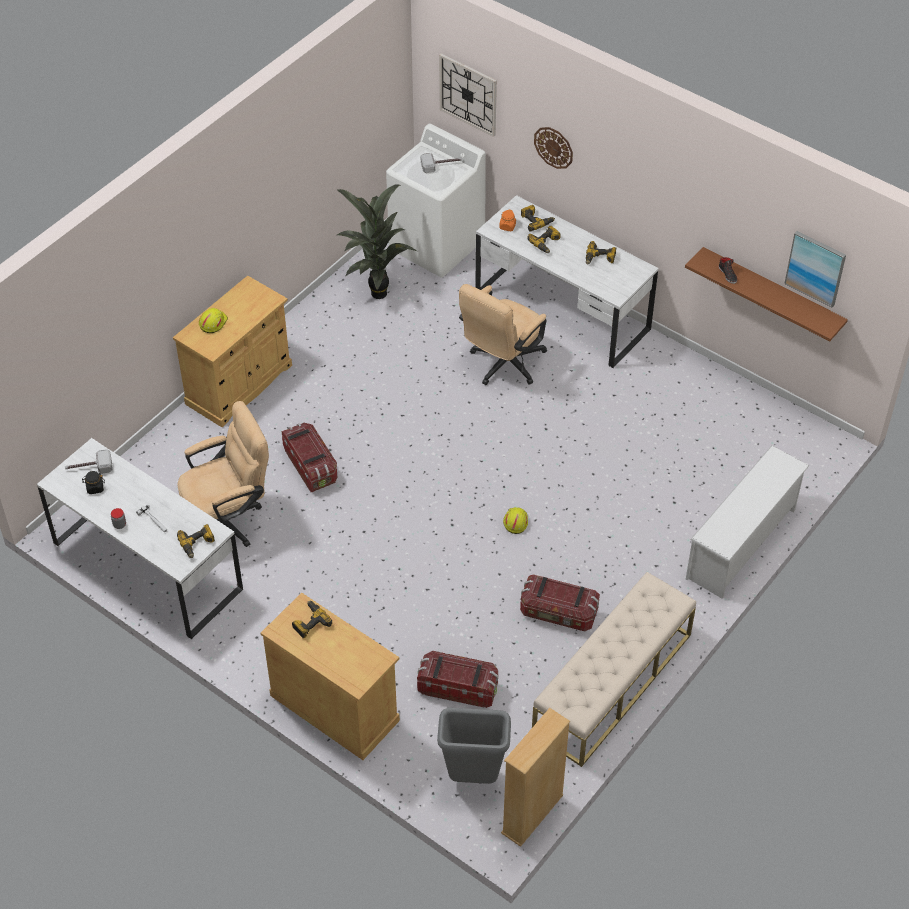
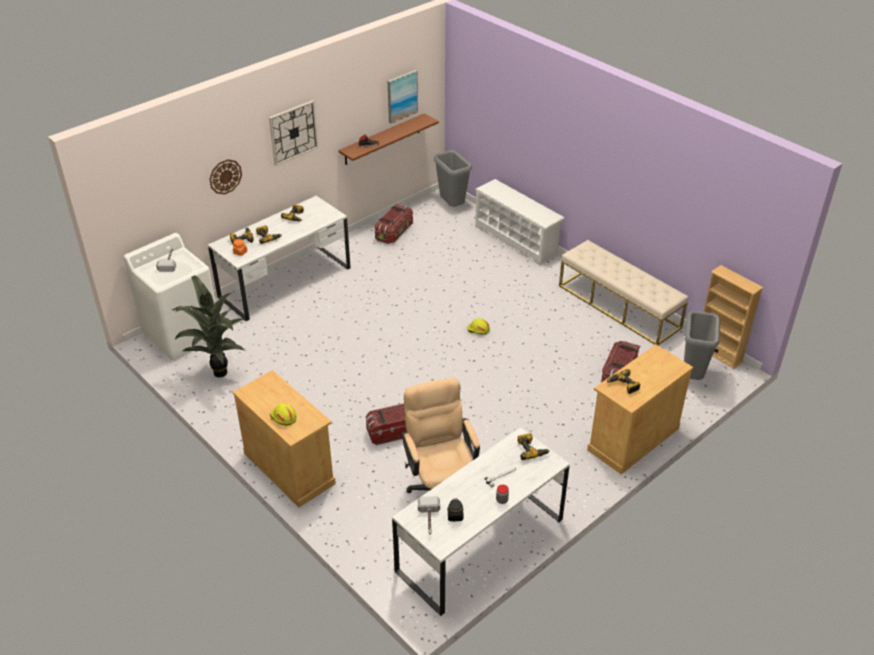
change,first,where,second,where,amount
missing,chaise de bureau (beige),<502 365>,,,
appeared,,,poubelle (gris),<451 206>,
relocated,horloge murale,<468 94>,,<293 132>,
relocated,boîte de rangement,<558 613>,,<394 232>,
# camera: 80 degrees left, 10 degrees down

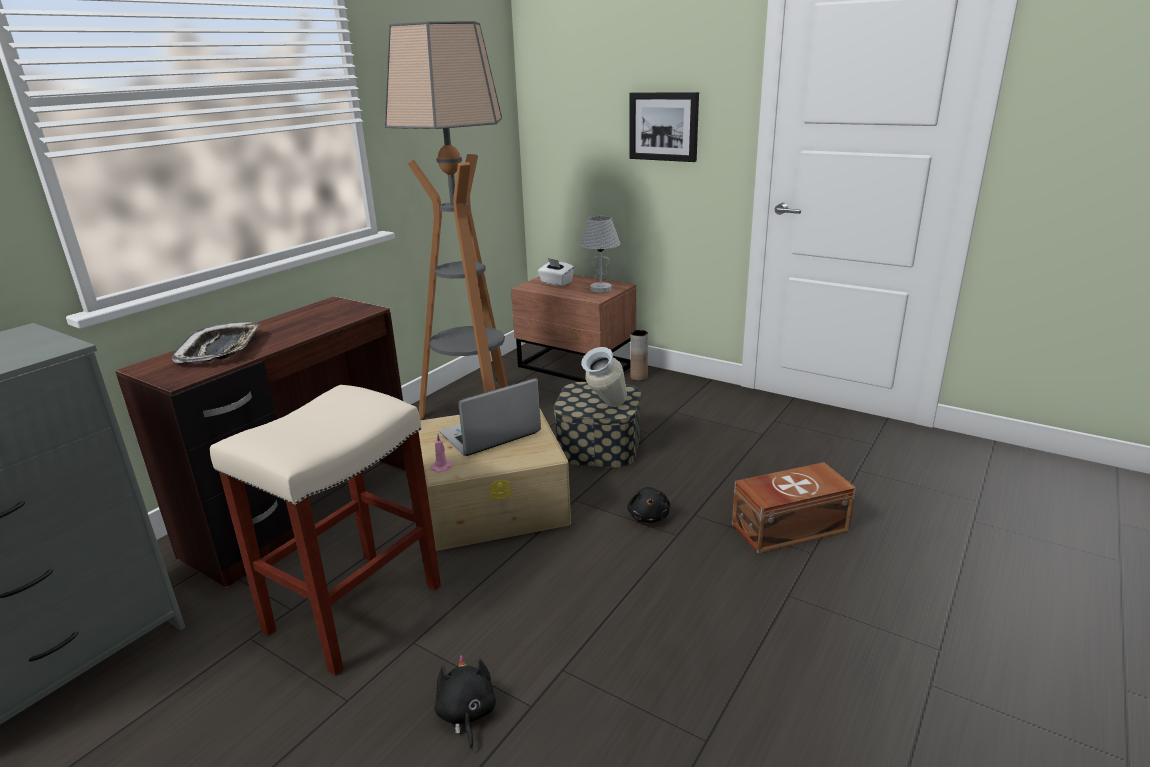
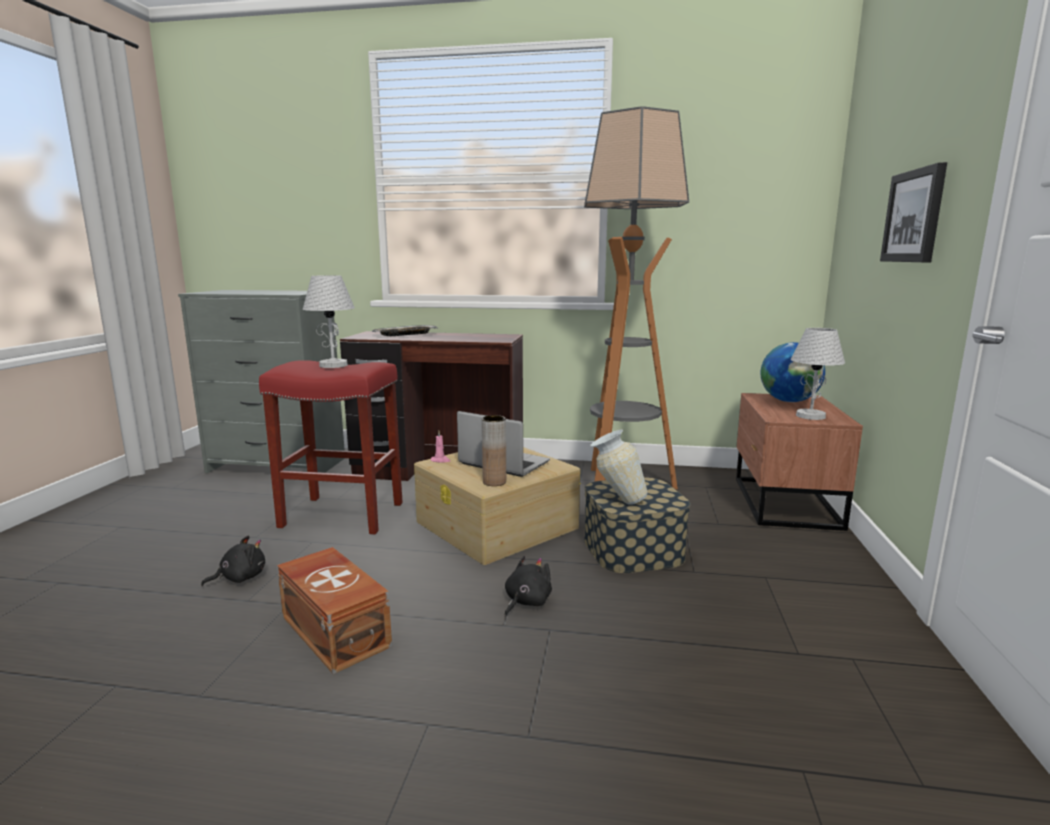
change,first,where,second,where,amount
appeared,,,lampe de table (blanc),<334 365>,
relocated,vase (marron),<639 377>,,<494 482>,
relocated,boîte de rangement (marron),<787 527>,,<336 629>,
exchanged,boîte à mouchoirs (blanc),<556 283>,globe,<789 401>,
colour,tabouret (beige),<353 610>,tabouret (rouge),<340 515>,
spun,peluche (noir),<648 516>,,<526 602>,150 degrees clockwise
# camera: 65 degrees right, 10 degrees down

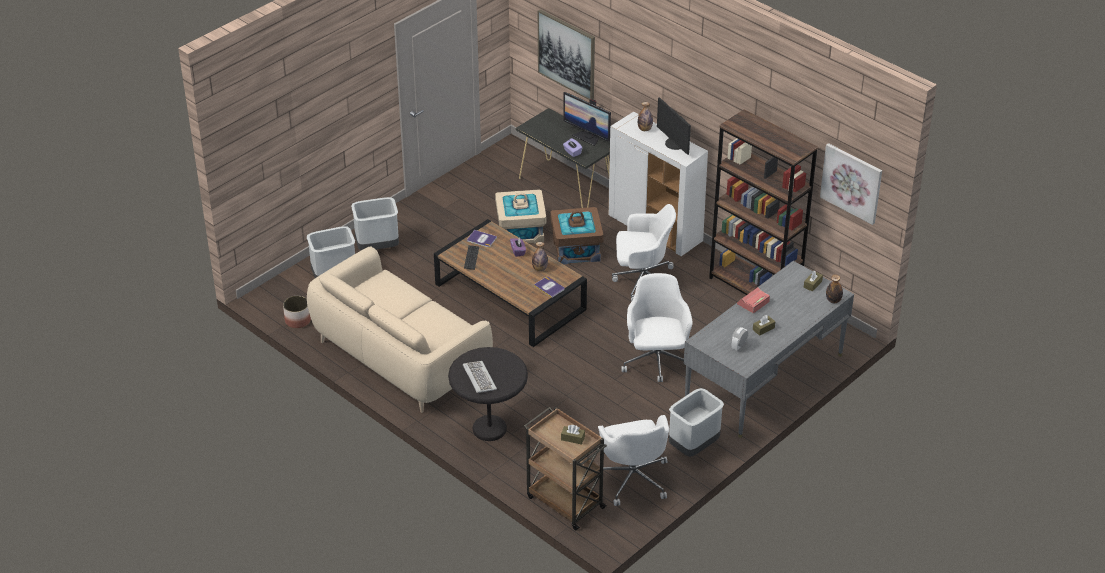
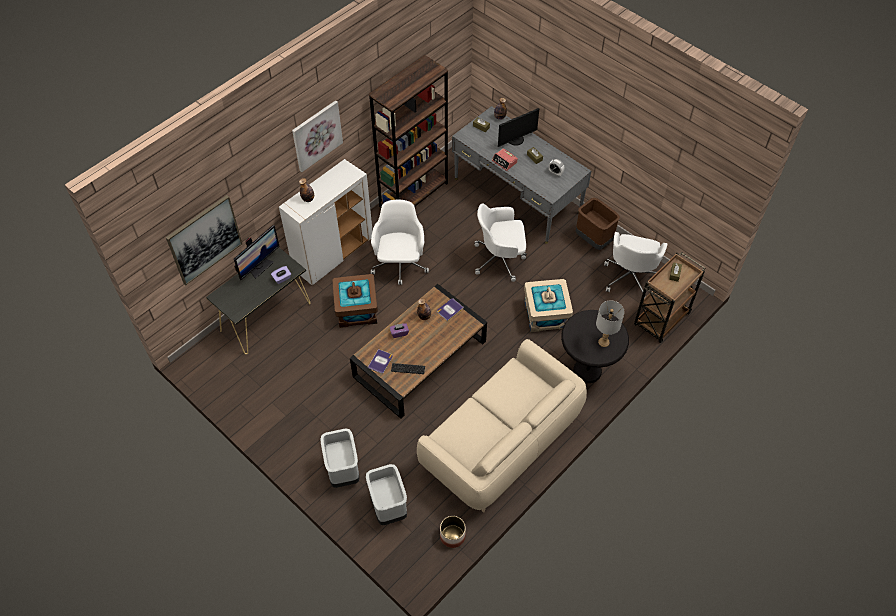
change,first,where,second,where,amount
relocated,boîte de rangement (beige),<520 231>,,<546 315>,
relocated,écran d'ordinateur,<674 144>,,<516 140>,
relocated,tableau,<852 182>,,<316 135>,
exchanged,clavier,<479 378>,lampe de table (gris),<603 342>,
colour,poubelle (gris),<694 447>,poubelle (marron),<594 240>,
spun,chaise de bureau (blanc),<633 478>,,<630 277>,120 degrees clockwise
# camera: 90 degrees left, 15 degrees up

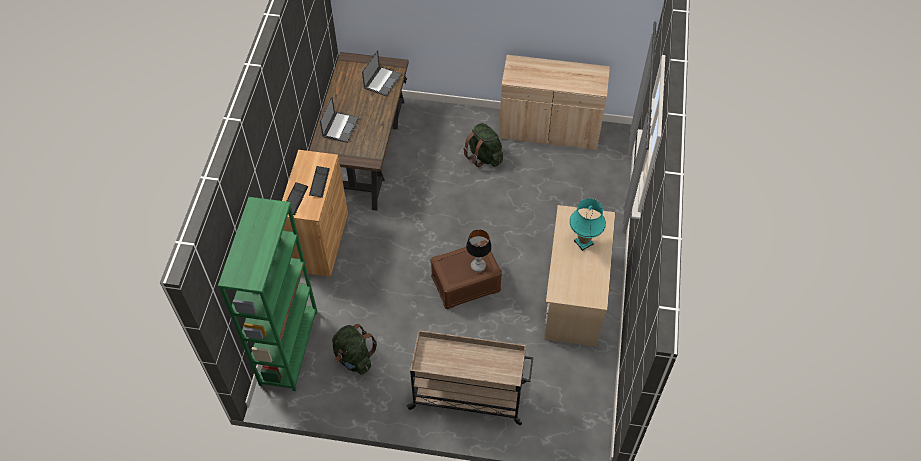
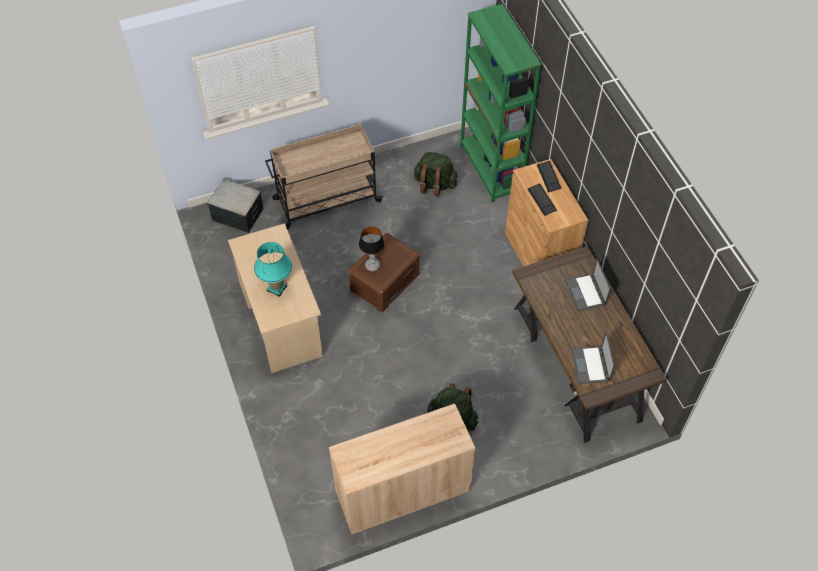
change,first,where,second,where,amount
appeared,,,boîte de rangement,<238 214>,
# camera: 150 degrees right, 0 degrees up

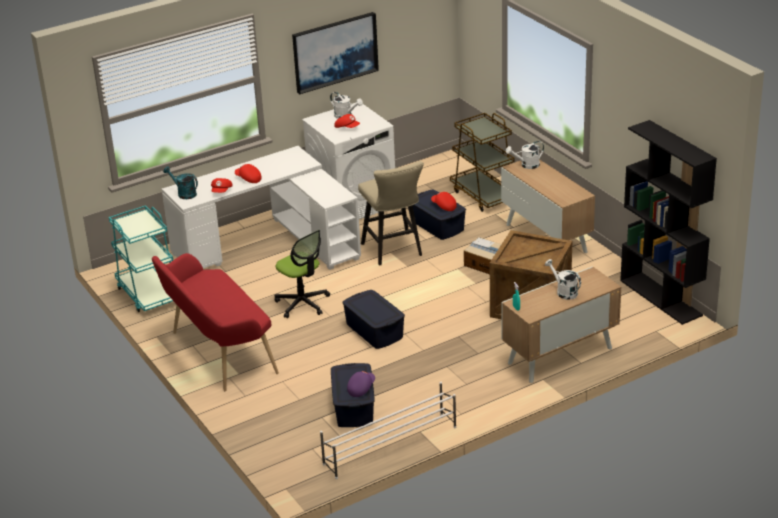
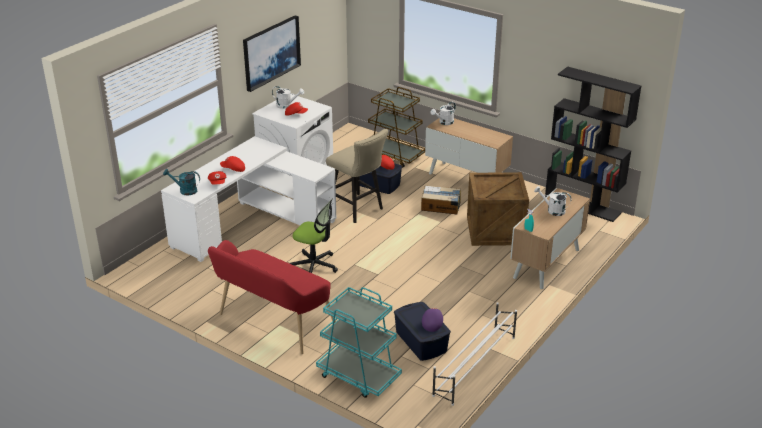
change,first,where,second,where,amount
missing,boîte de rangement (bleu),<374 331>,,,
relocated,chariot (turquoise),<148 294>,,<358 376>,
# camera: 25 degrees left, 0 degrees up

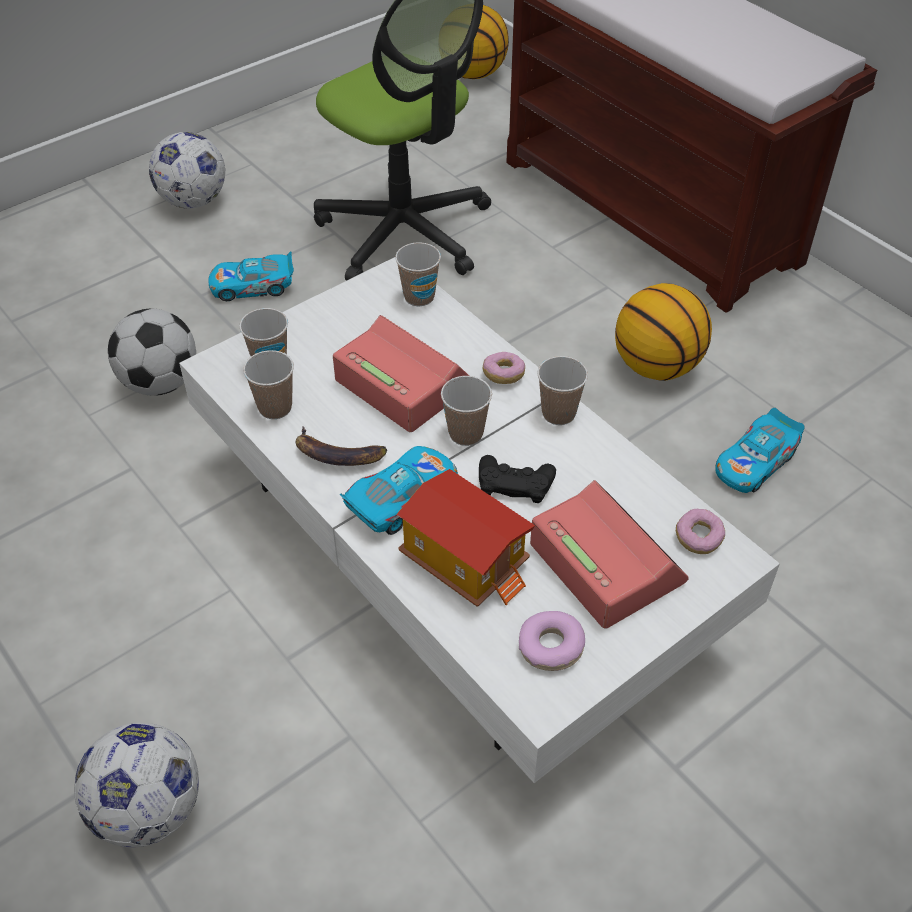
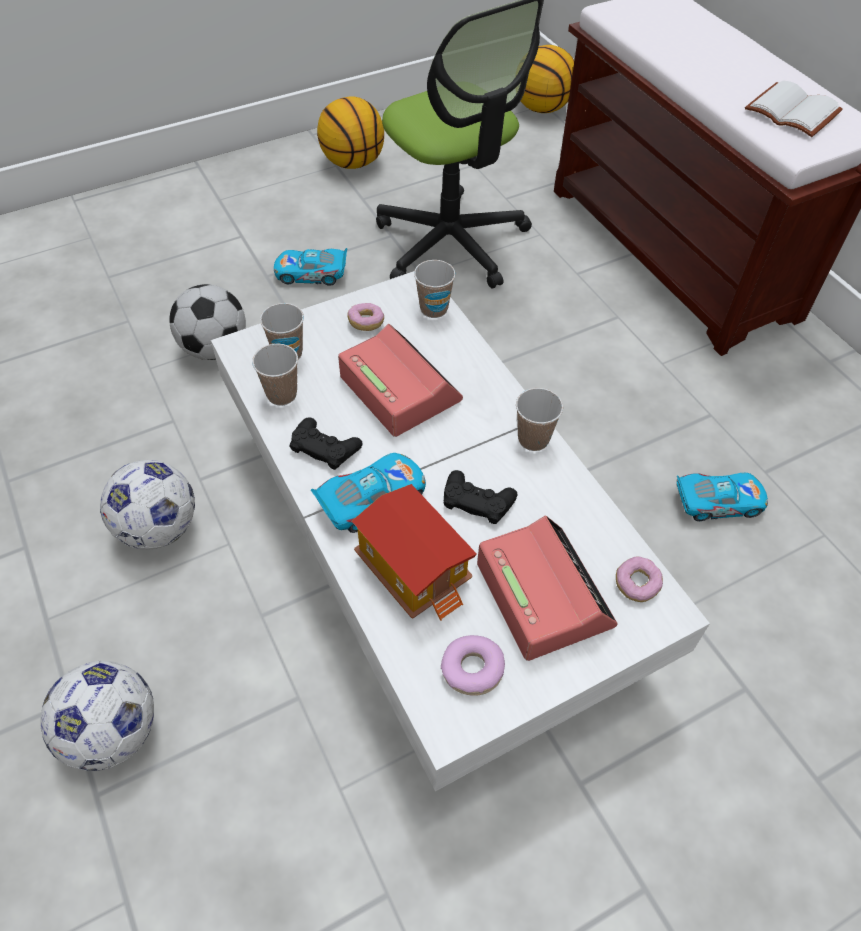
change,first,where,second,where,amount
missing,tasse,<466 433>,,,
appeared,,,livre (blanc),<790 112>,
relocated,ballon de foot,<193 201>,,<158 528>,
relocated,beignet,<503 375>,,<366 323>,
relocated,ballon de basket,<656 366>,,<353 162>,
exchanged,banane,<337 454>,manette (noir),<324 447>,
spun,petite voiture,<755 462>,,<717 502>,150 degrees counterclockwise
# camera: 10 degrees right, 5 degrees up

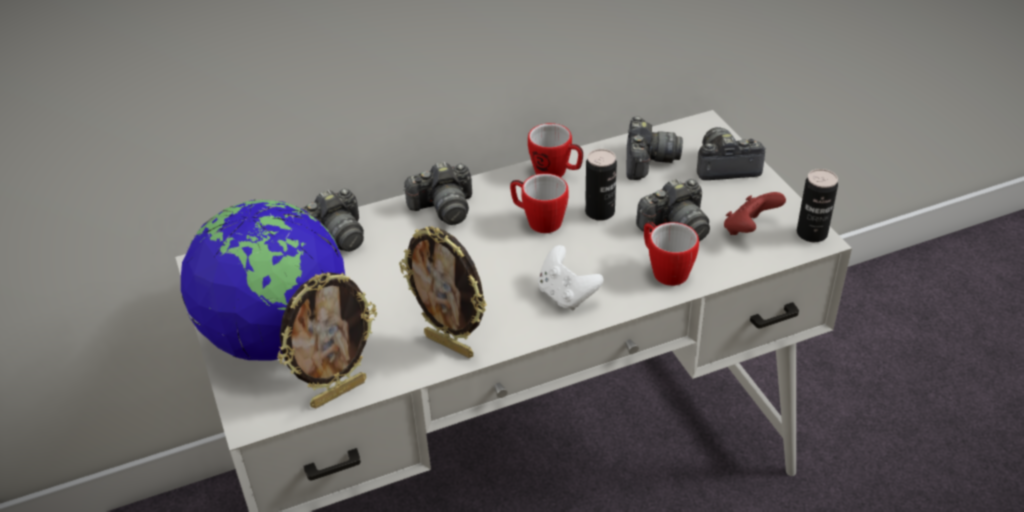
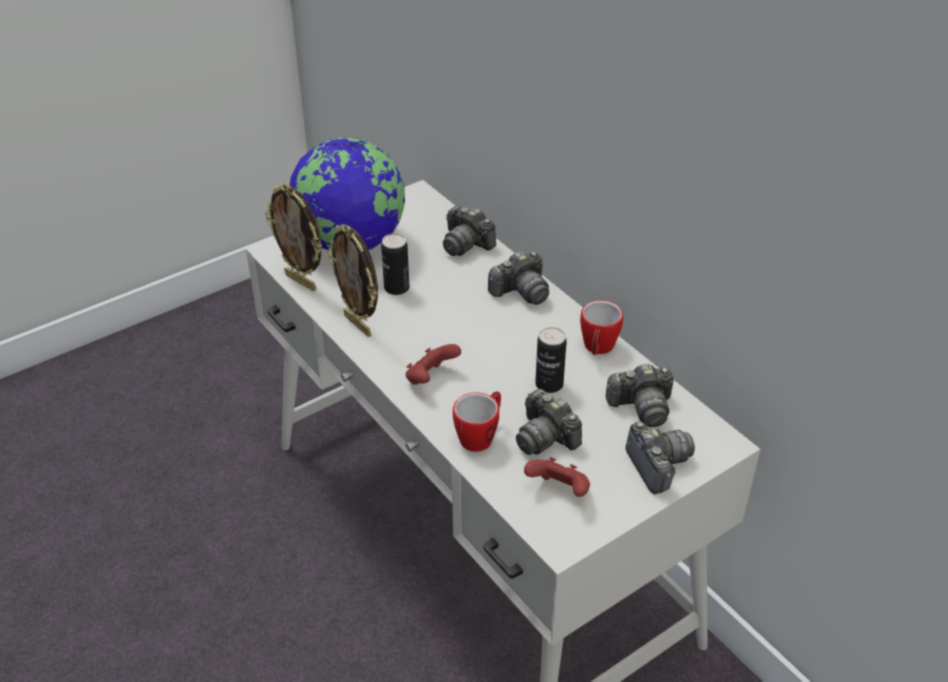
change,first,where,second,where,amount
missing,mug,<538 221>,,,
relocated,boîte métallique,<811 233>,,<396 288>,
colour,manette (blanc),<566 295>,manette (rouge),<430 378>,
spun,cadre photo,<450 345>,,<359 325>,60 degrees counterclockwise
spun,appareil photo,<443 208>,,<521 292>,90 degrees counterclockwise
# camera: 75 degrees right, 0 degrees up

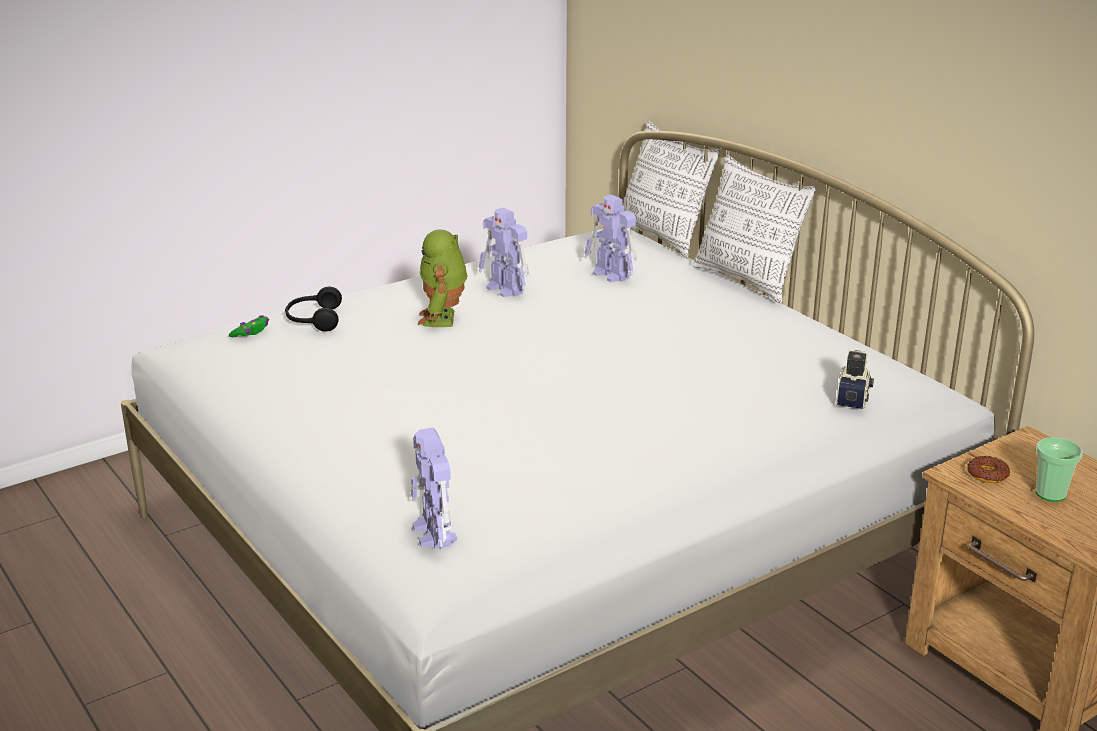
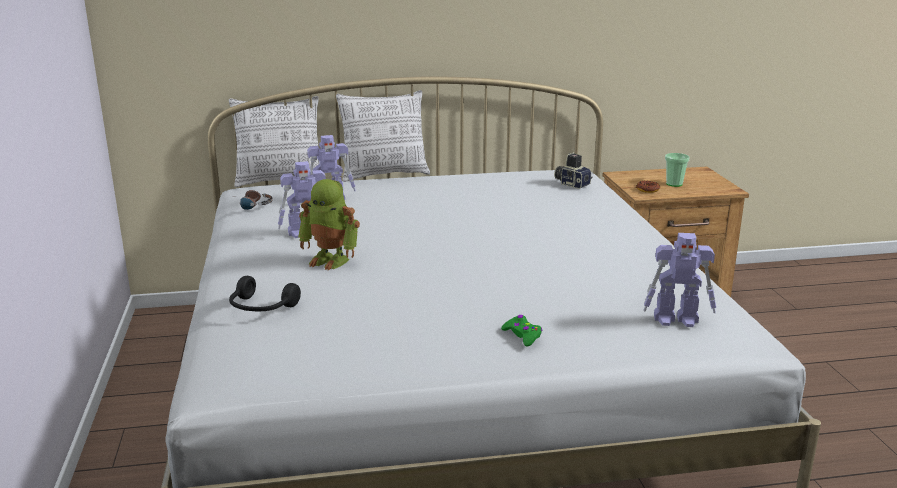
change,first,where,second,where,amount
appeared,,,casque audio,<250 205>,
relocated,manette (vert),<251 332>,,<522 335>,
# camera: 65 degrees left, 5 degrees down

